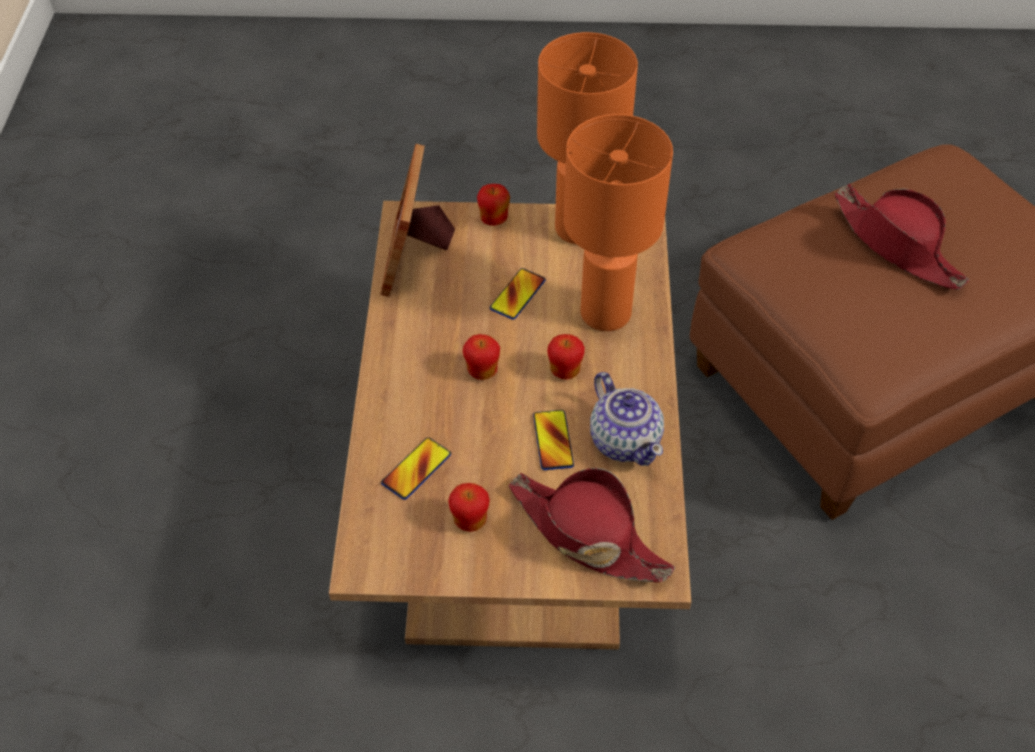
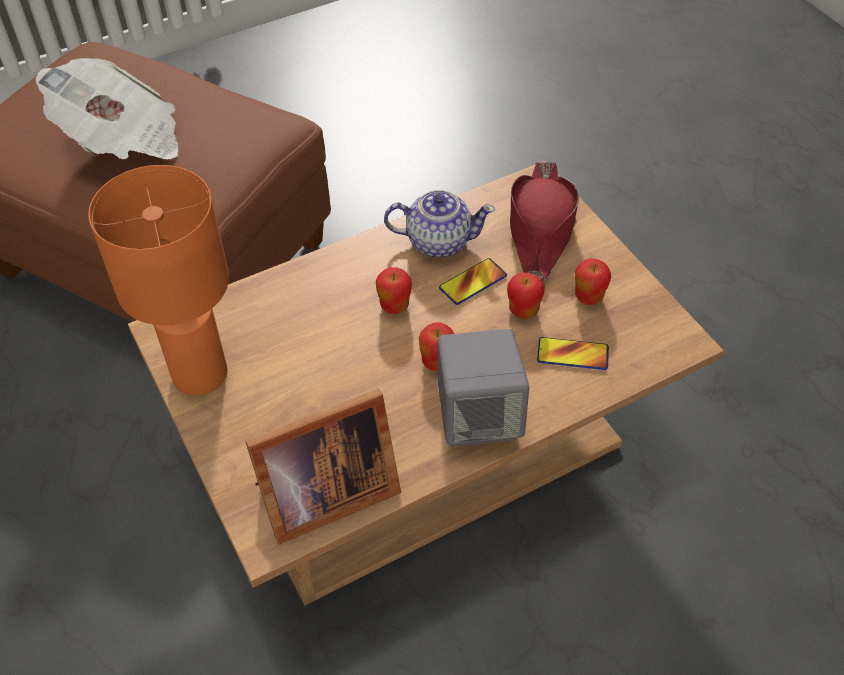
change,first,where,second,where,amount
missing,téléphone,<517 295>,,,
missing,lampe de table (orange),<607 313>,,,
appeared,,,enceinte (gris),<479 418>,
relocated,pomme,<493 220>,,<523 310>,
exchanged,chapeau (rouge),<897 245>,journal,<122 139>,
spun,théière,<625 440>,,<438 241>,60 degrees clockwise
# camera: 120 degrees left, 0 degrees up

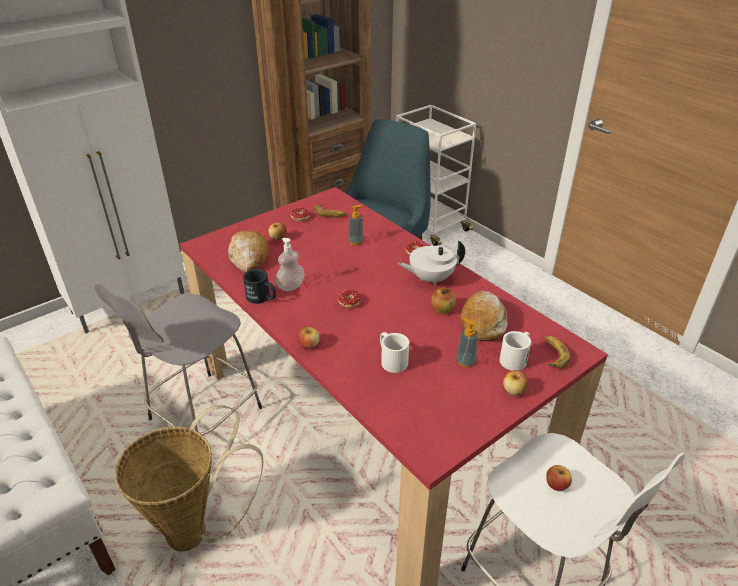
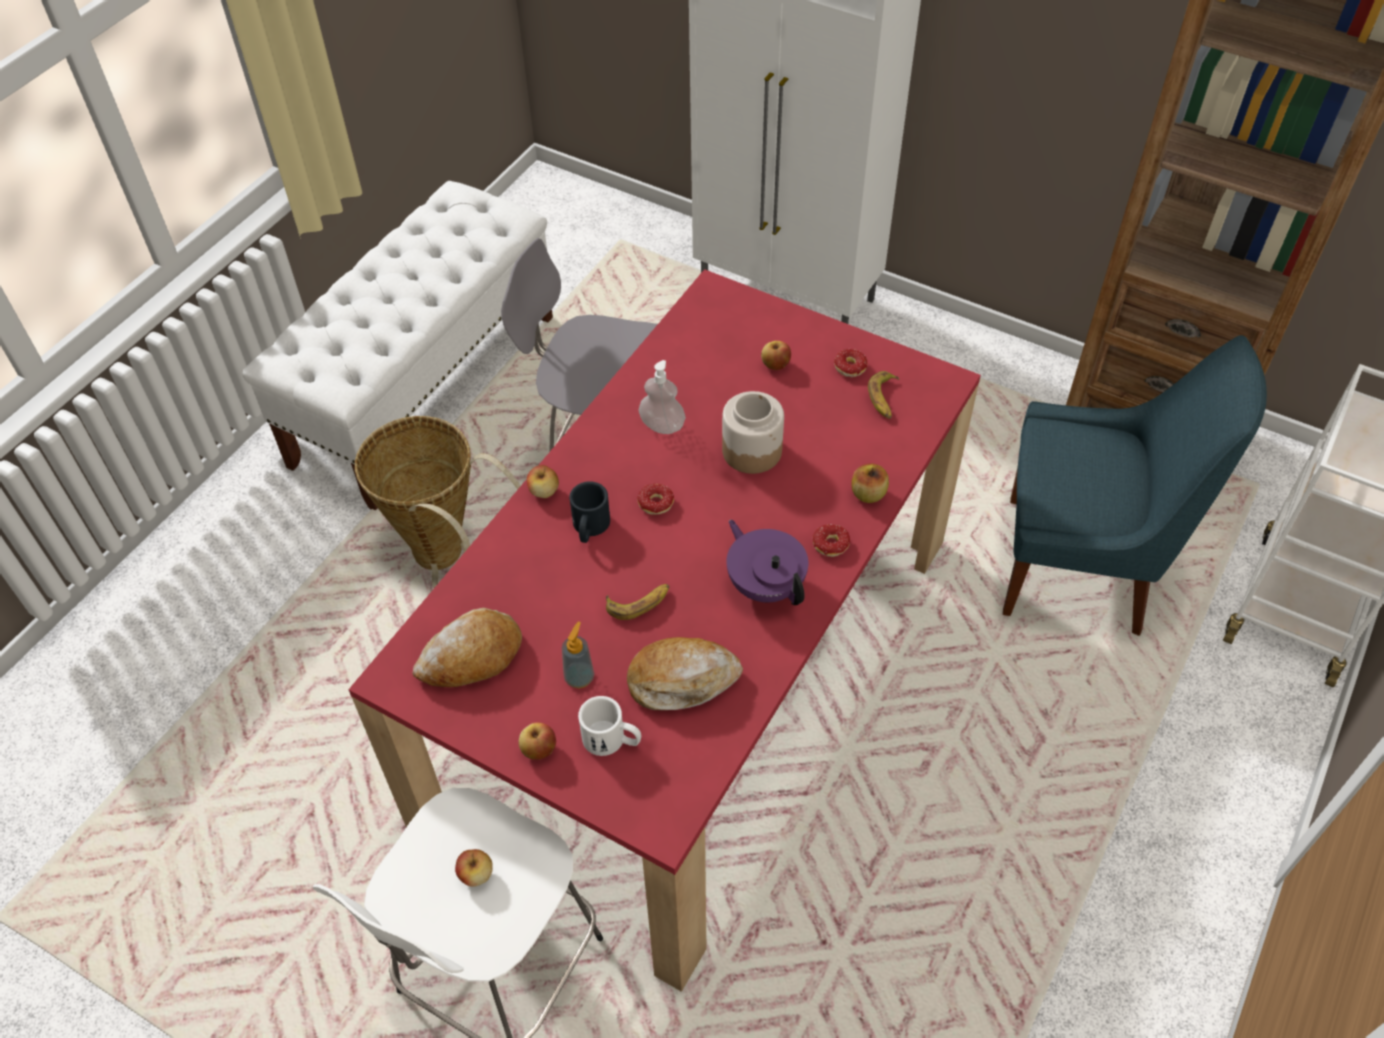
change,first,where,second,where,amount
missing,distributeur de savon,<356 242>,,,
missing,mug (blanc),<391 359>,,,
appeared,,,bocal,<752 450>,
relocated,pain,<249 257>,,<472 657>,
relocated,mug (noir),<262 298>,,<589 528>,
relocated,pomme,<442 309>,,<868 494>,
relocated,banane,<553 354>,,<639 603>,
colour,théière (blanc),<430 278>,théière (violet),<765 584>,
# camera: 70 degrees right, 15 degrees up

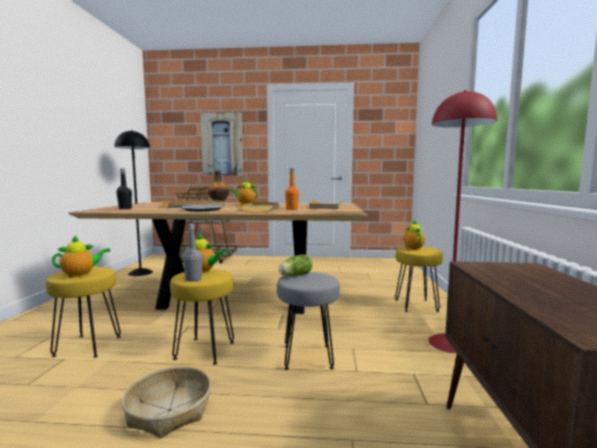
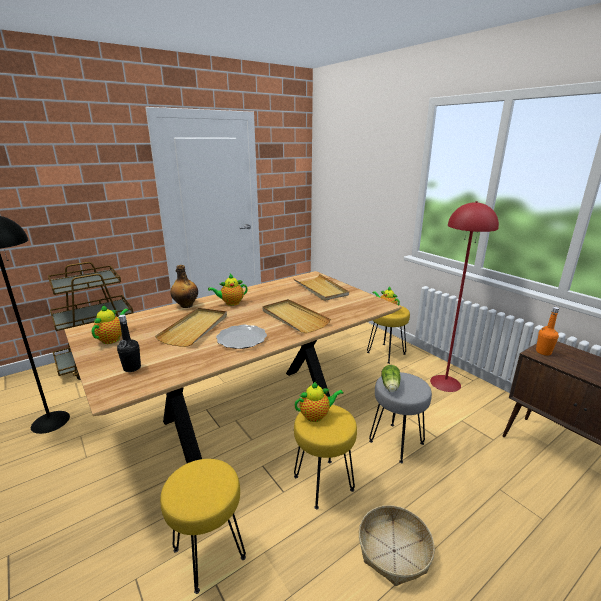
change,first,where,second,where,amount
missing,bouteille (gris),<193 279>,,,
missing,tableau,<222 144>,,,
relocated,théière,<81 274>,,<112 339>,
relocated,bouteille (orange),<292 209>,,<543 352>,
# camera: 40 degrees left, 15 degrees up

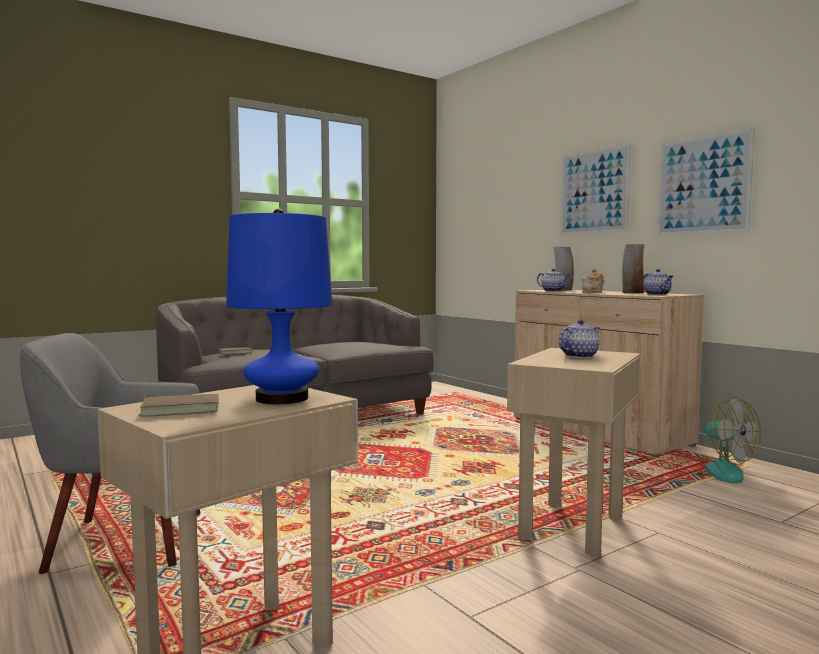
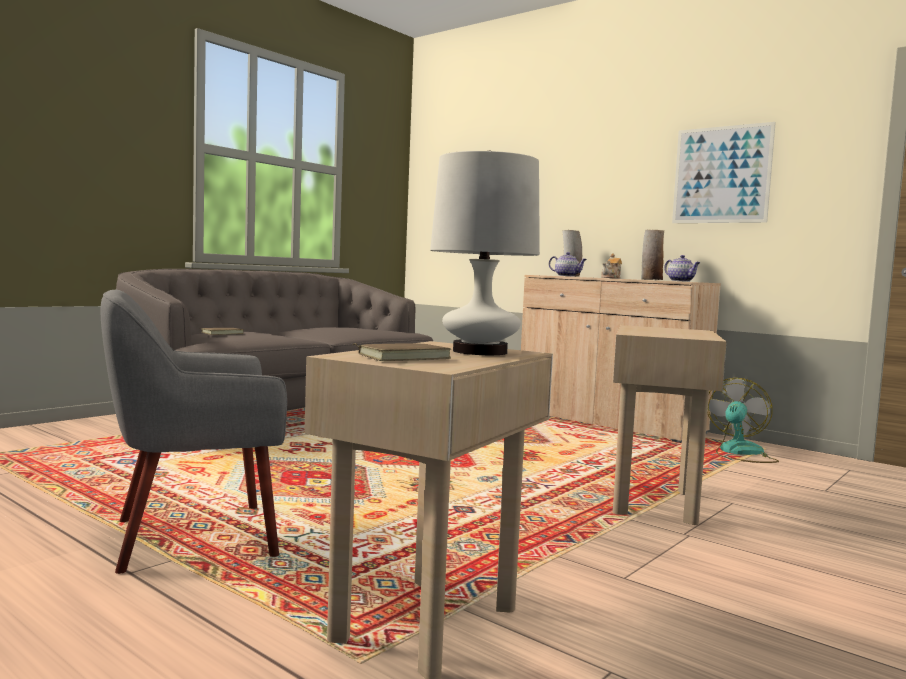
change,first,where,second,where,amount
missing,théière,<579 356>,,,
missing,tableau,<594 192>,,,
colour,lampe de table (bleu),<282 398>,lampe de table (blanc),<479 352>,
spun,ventilateur,<714 471>,,<740 453>,105 degrees counterclockwise
# camera: 15 degrees left, 0 degrees up

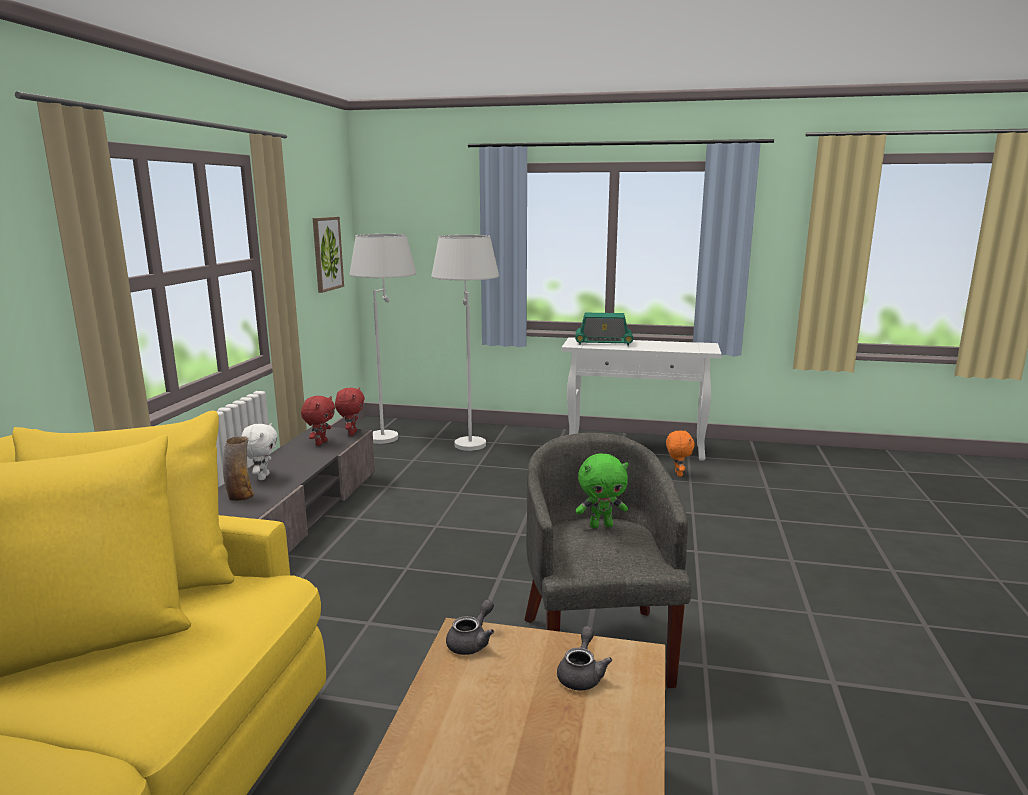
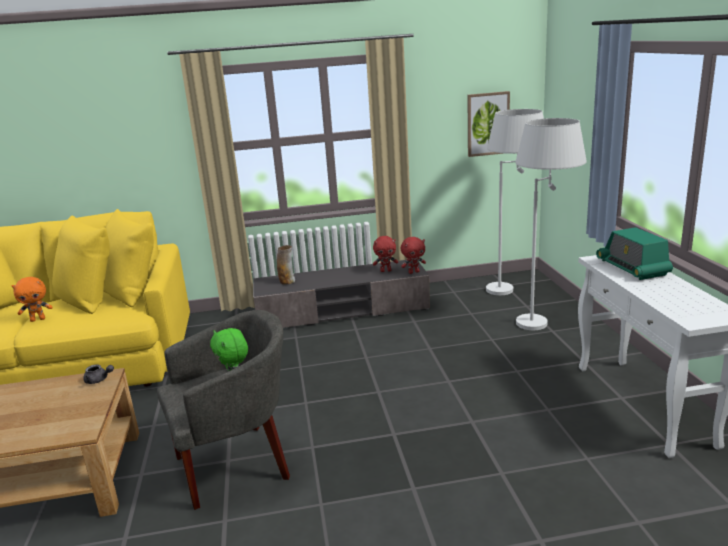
change,first,where,second,where,amount
missing,peluche (blanc),<262 477>,,,
missing,théière (gris),<582 674>,,,
relocated,peluche (orange),<677 474>,,<38 319>,
# camera: 70 degrees right, 5 degrees up

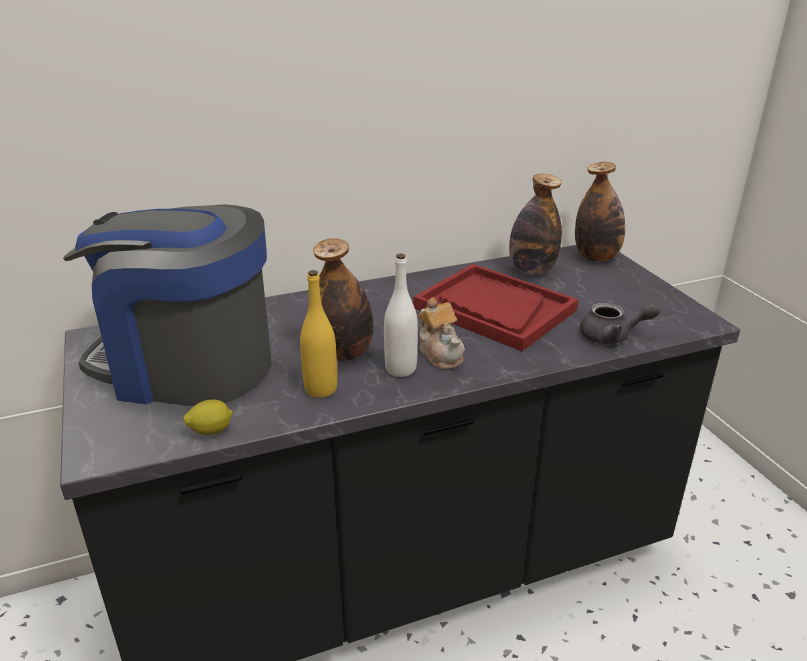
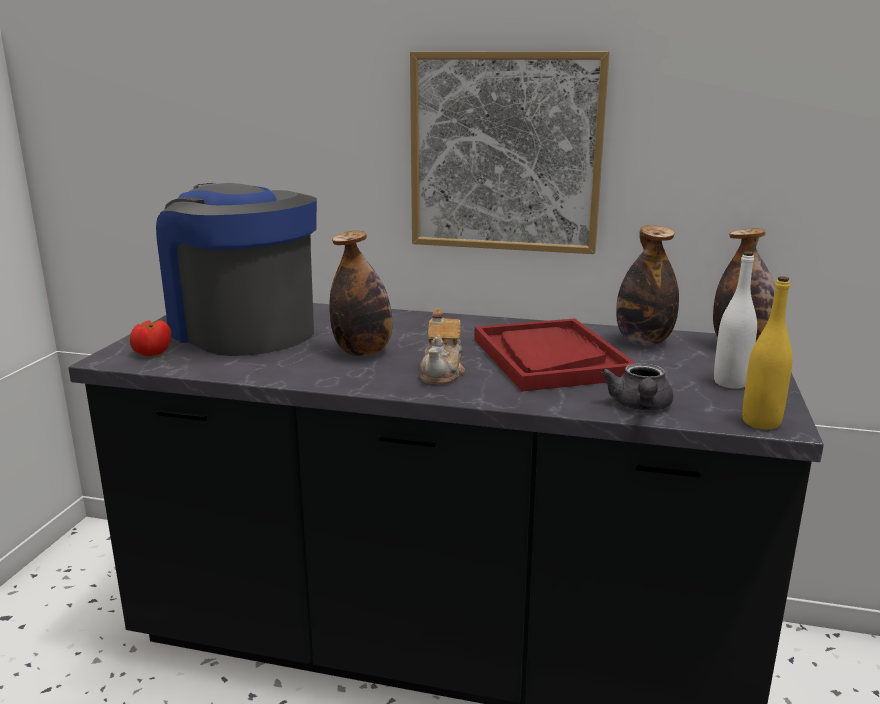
change,first,where,second,where,amount
missing,citron,<211 431>,,,
appeared,,,tomate,<152 353>,
appeared,,,tableau,<505 152>,
relocated,bouteille (jaune),<321 389>,,<761 422>,
relocated,bouteille (blanc),<400 369>,,<730 383>,
spun,théière (gris),<612 336>,,<640 407>,60 degrees clockwise
# camera: 35 degrees right, 10 degrees down

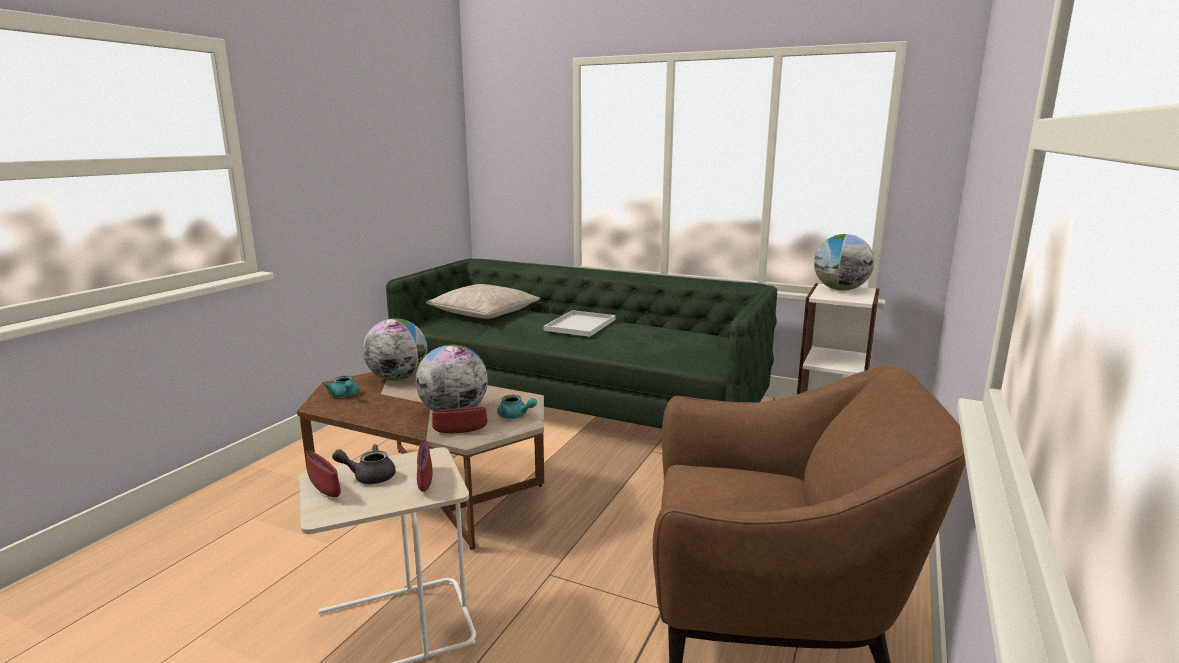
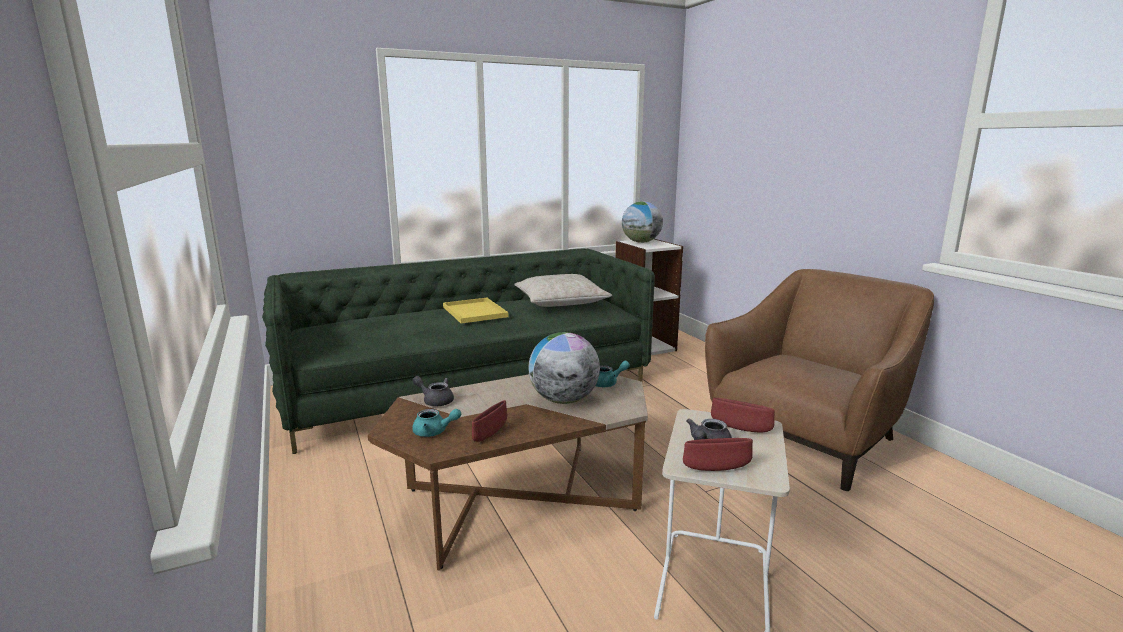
change,first,where,second,where,amount
relocated,coussin (beige),<484 313>,,<560 301>,
relocated,bol (rouge),<460 432>,,<490 434>,
exchanged,globe,<398 378>,théière (gris),<435 400>,
colour,plateau (blanc),<580 324>,plateau (jaune),<473 311>,
# camera: 50 degrees left, 0 degrees up

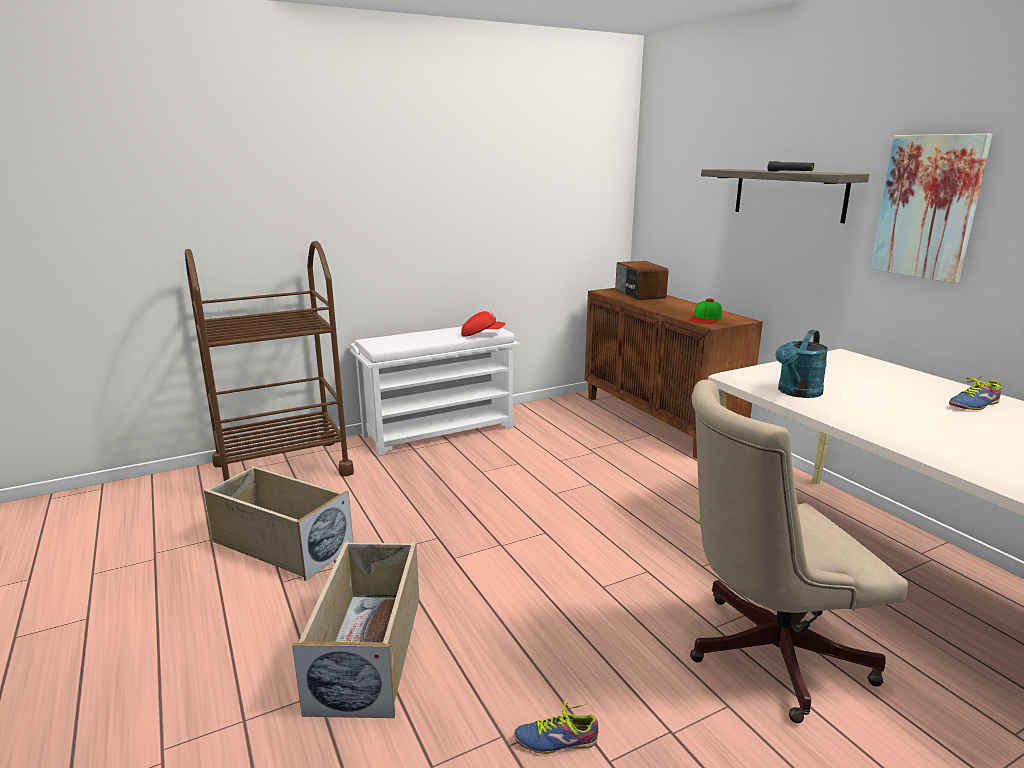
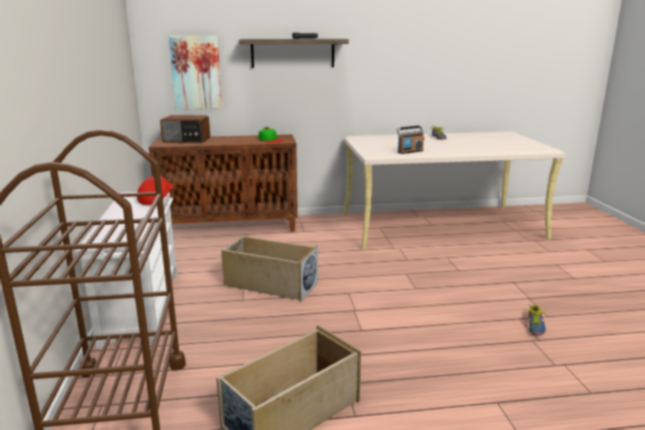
change,first,where,second,where,amount
missing,chaise de bureau (beige),<764 653>,,,
relocated,boîte de rangement (beige),<368 650>,,<270 284>,
relocated,tableau,<928 207>,,<196 72>,
exchanged,arrosoir (turquoise),<797 393>,radio,<410 151>,
# camera: 70 degrees left, 0 degrees up

